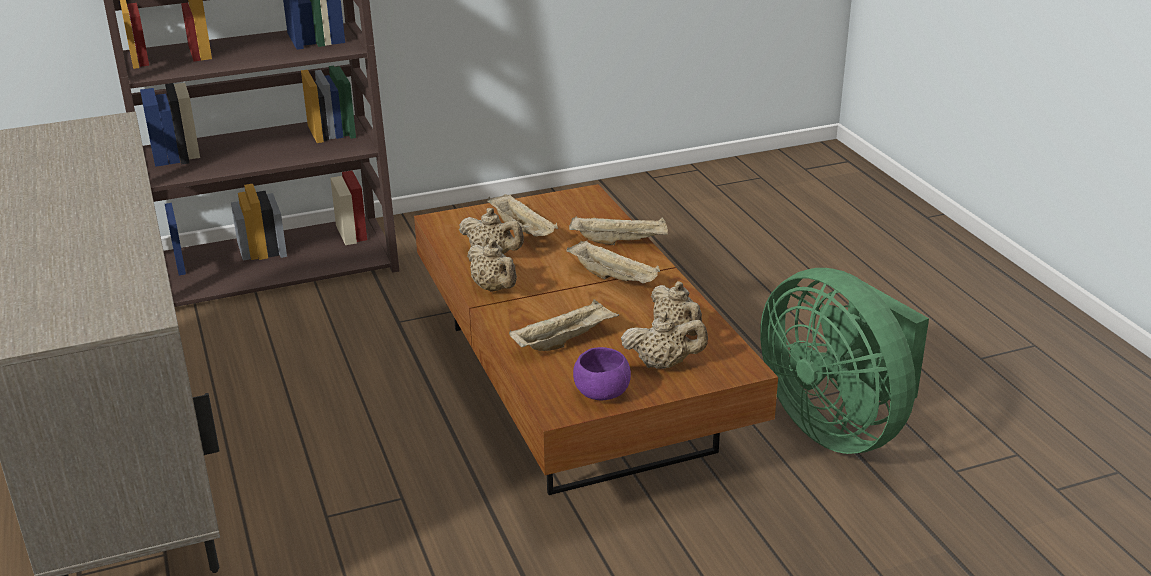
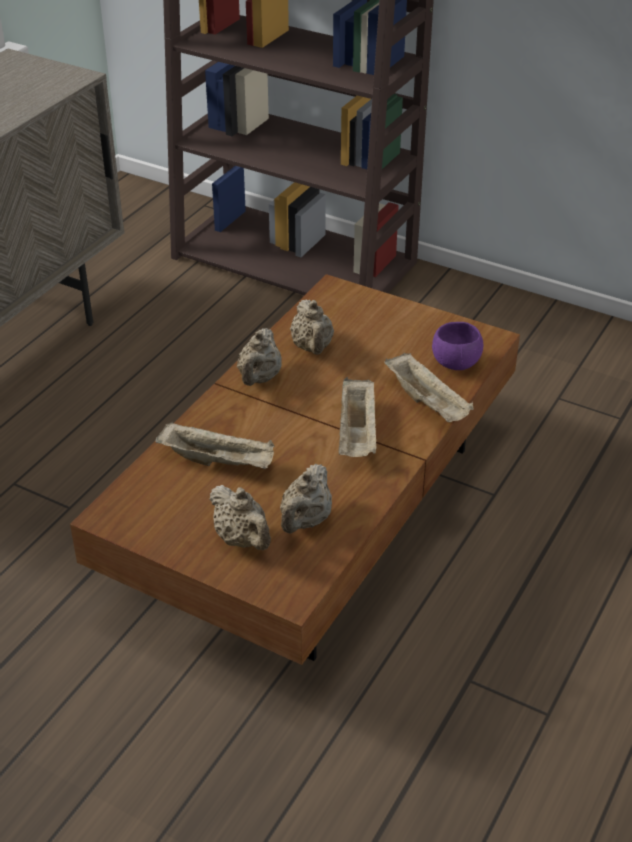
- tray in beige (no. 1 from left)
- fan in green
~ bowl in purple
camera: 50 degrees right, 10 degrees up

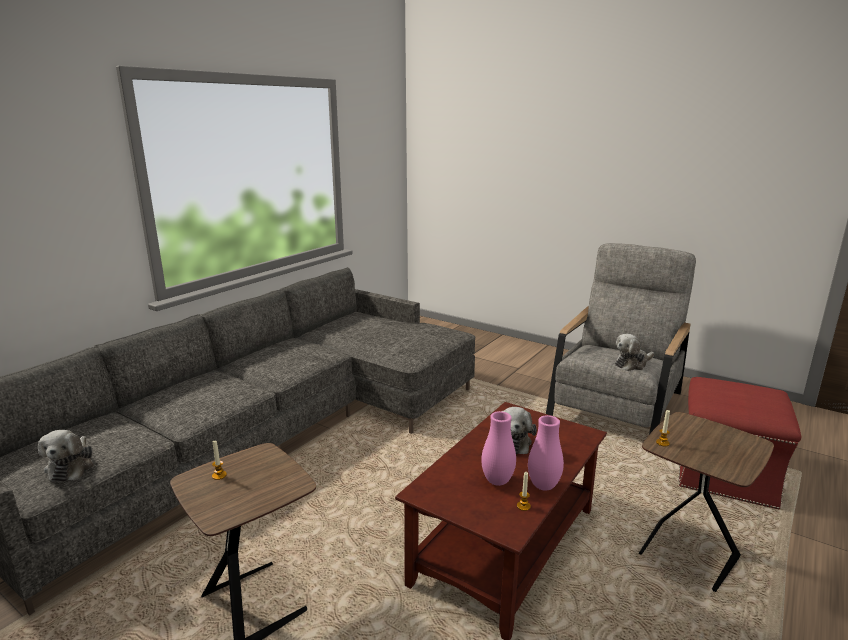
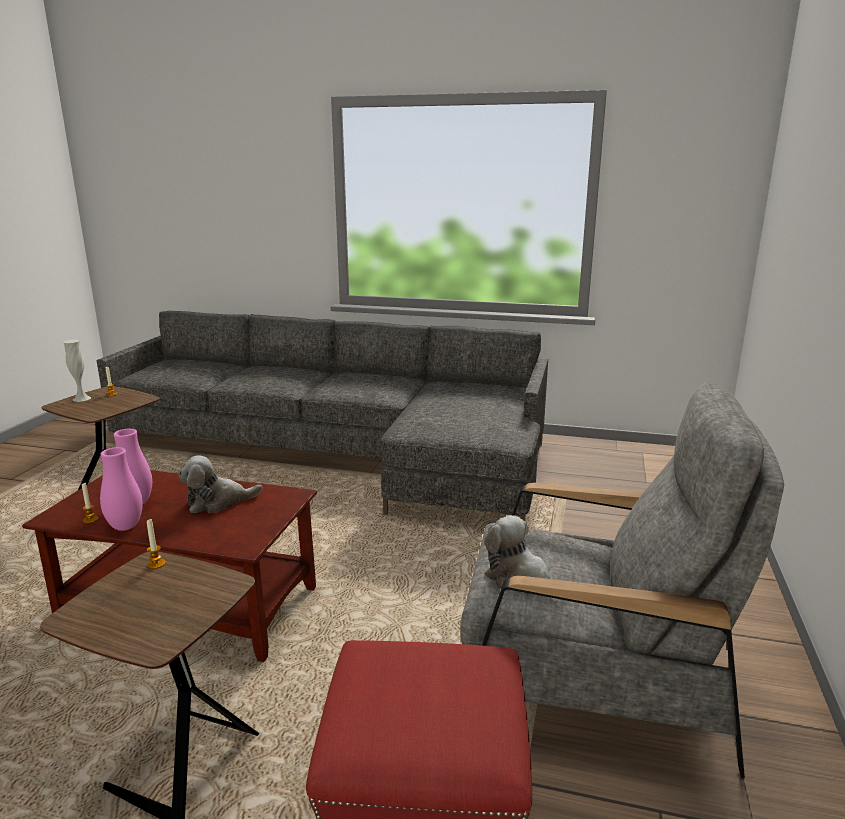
- plush toy (no. 1 from left)
+ vase in white
camera: 70 degrees right, 0 degrees up

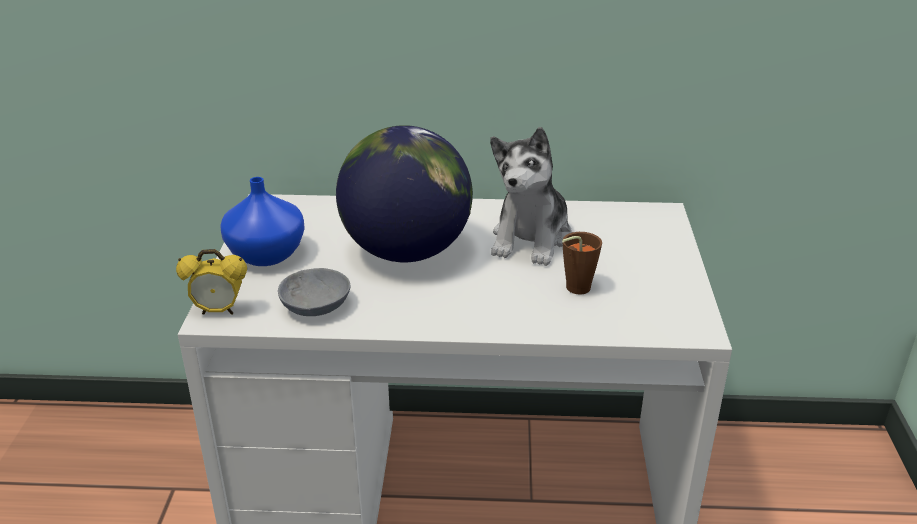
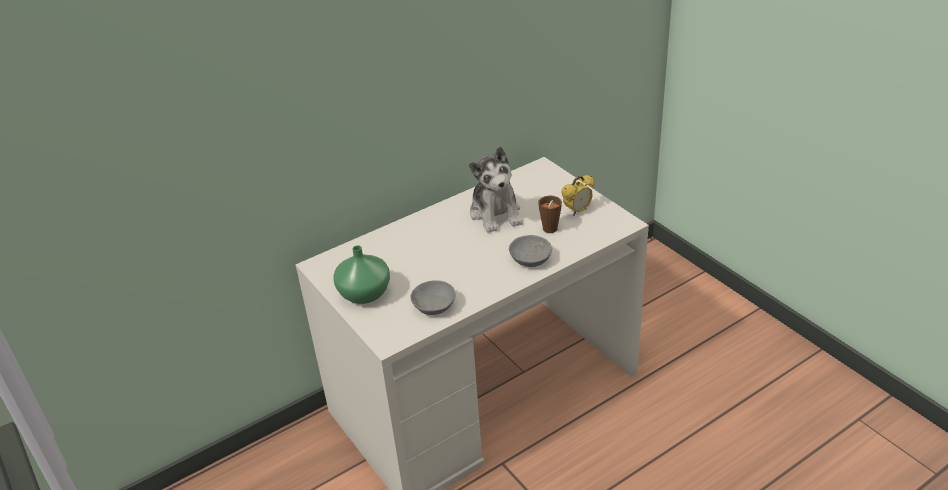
- globe
~ vase in blue to vase in green
~ alarm clock
+ bowl in grey (no. 2 from left)
camera: 35 degrees left, 5 degrees up

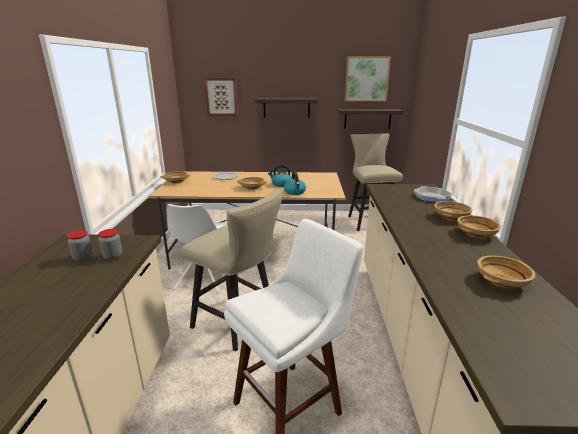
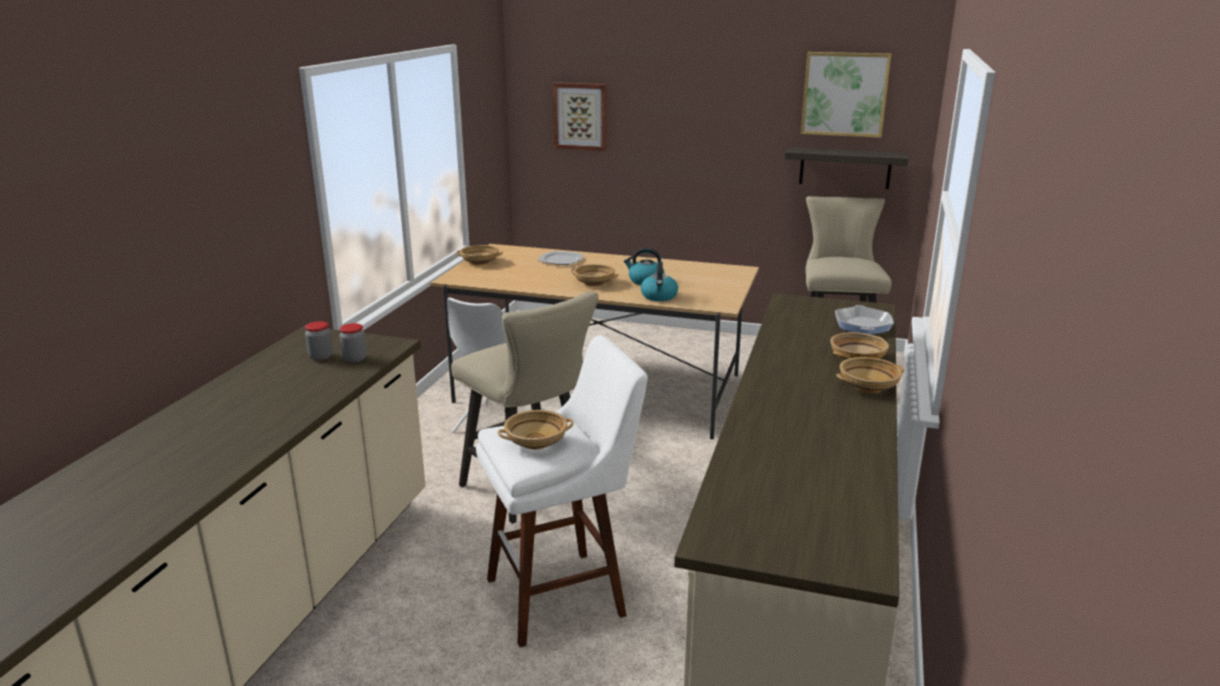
- shelf (no. 1 from left)
~ bowl in beige (no. 5 from left in the first image) to bowl in beige (no. 2 from left)
camera: 15 degrees right, 0 degrees up

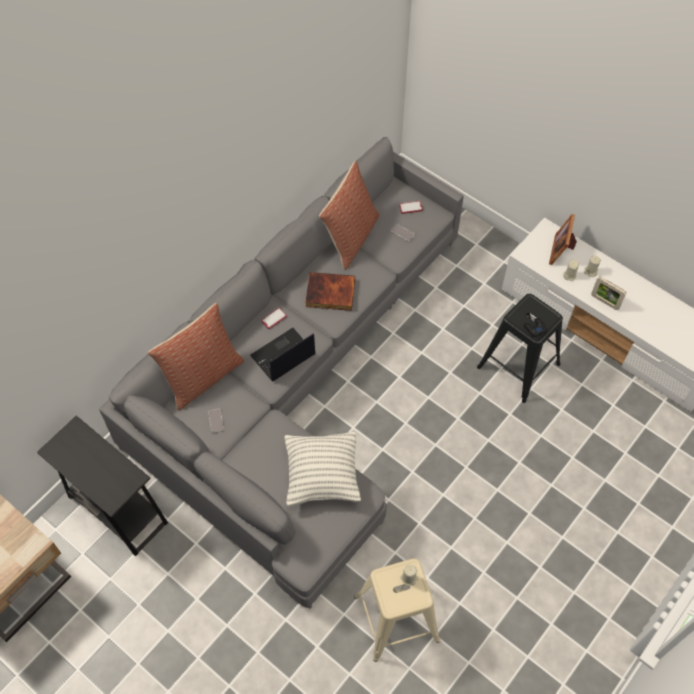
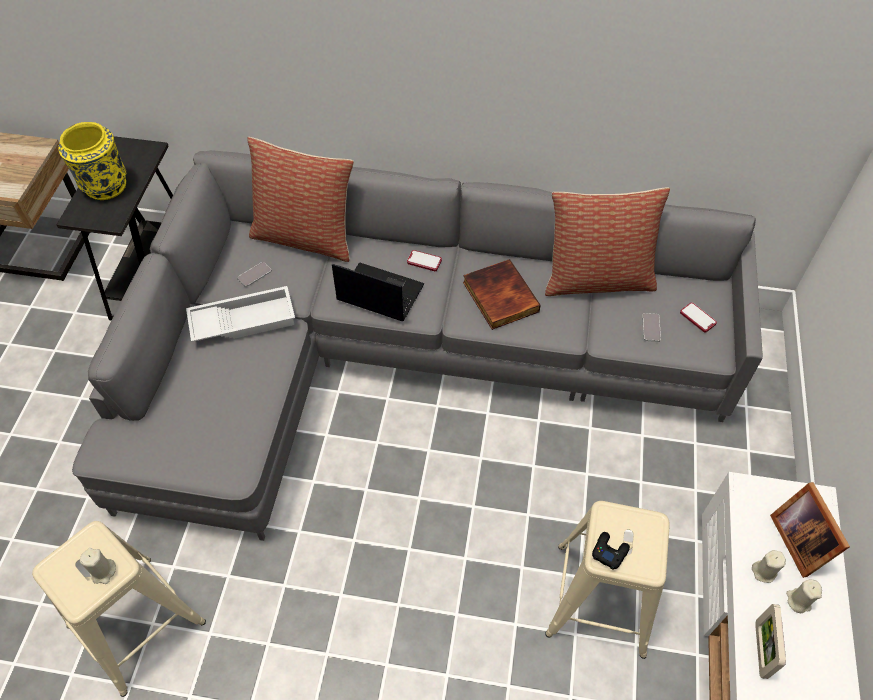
~ picture frame (no. 1 from left in the first image) 90 degrees counterclockwise
~ stool in black to stool in beige (no. 2 from left)
- pillow (no. 2 from left)
+ vase in yellow
+ tray in white
camera: 60 degrees right, 5 degrees down

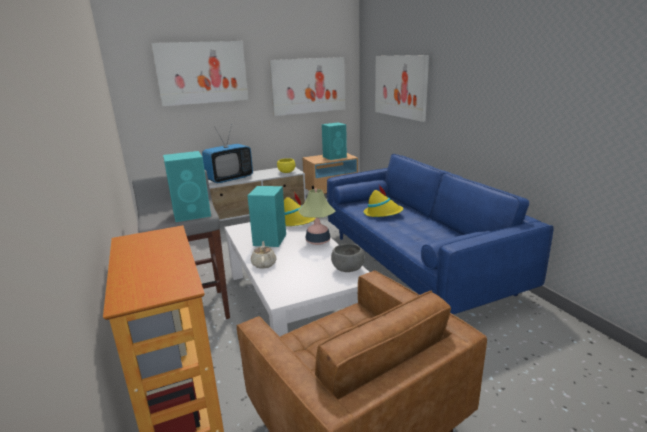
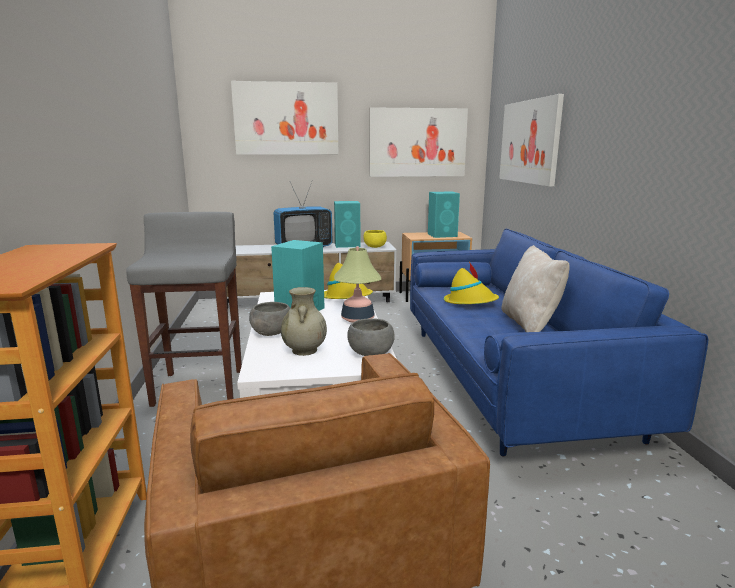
~ speaker in turquoise (no. 1 from left in the first image) to speaker in turquoise (no. 2 from left)
~ teapot in beige to bowl in grey (no. 1 from left)
+ pillow in beige
+ vase in beige
camera: 15 degrees right, 5 degrees down

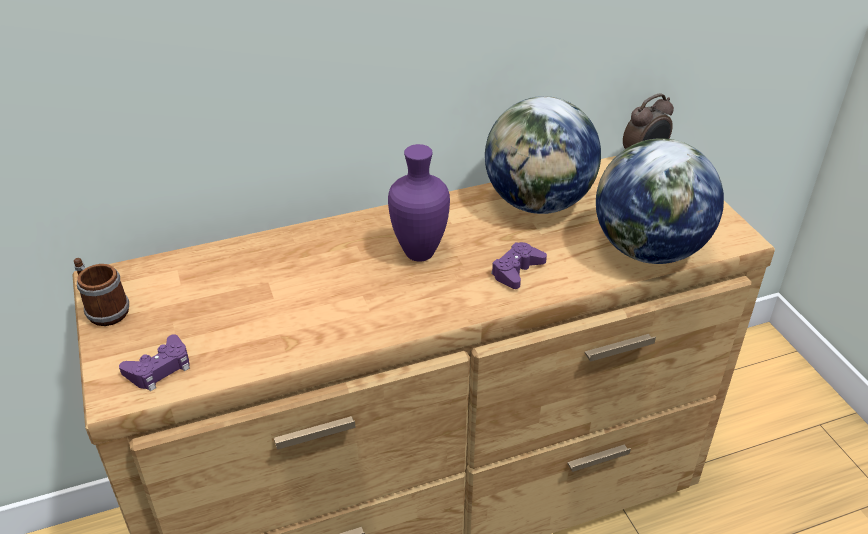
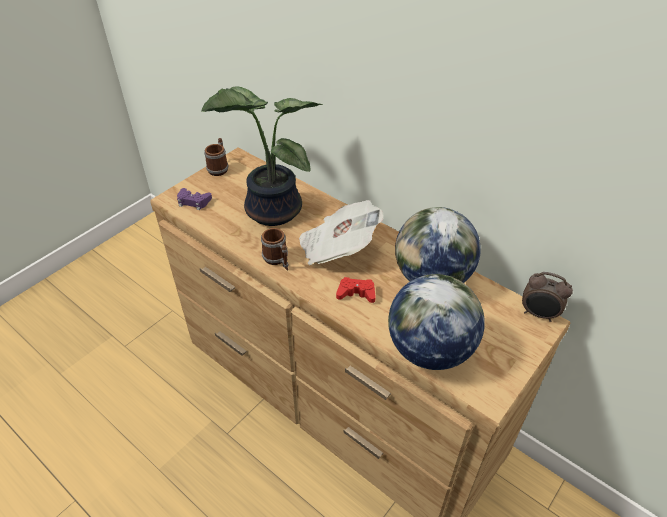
~ vase in purple to newspaper
~ game controller in purple (no. 2 from left) to game controller in red
+ potted plant
+ mug (no. 2 from left)
camera: 60 degrees right, 5 degrees up

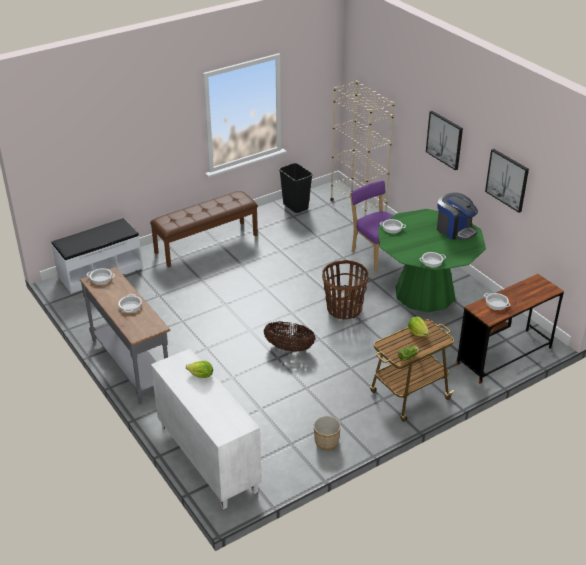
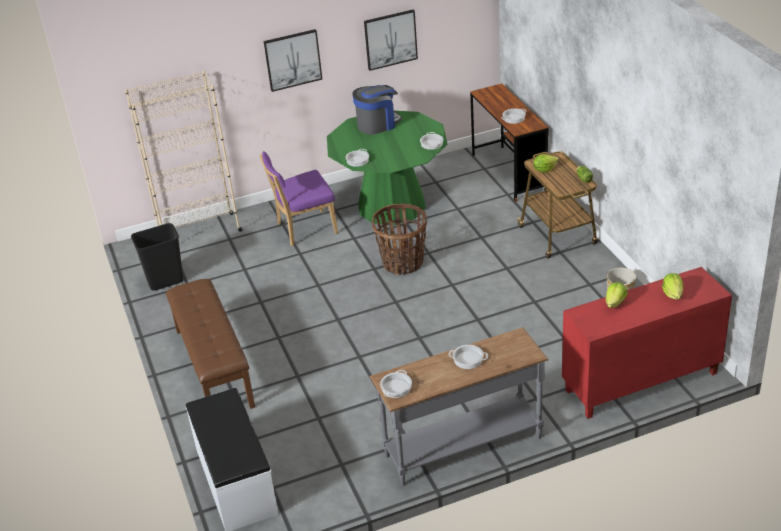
- basket (no. 1 from left)
~ cabinet in white to cabinet in red
+ lettuce (no. 4 from left)
camera: 75 degrees left, 0 degrees up

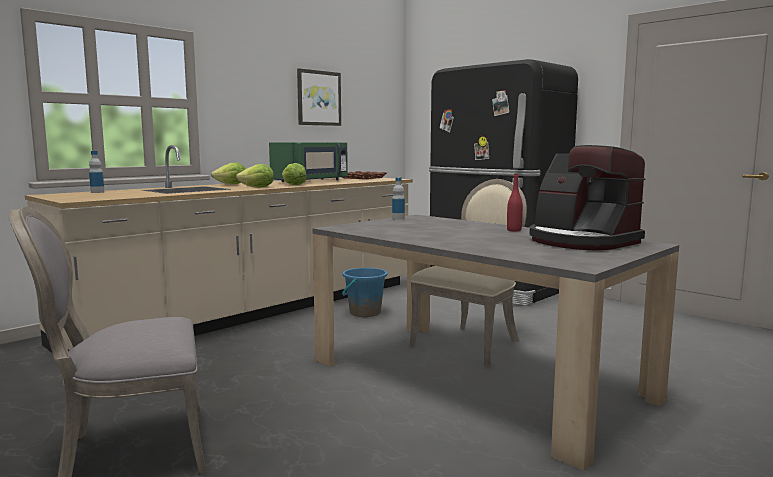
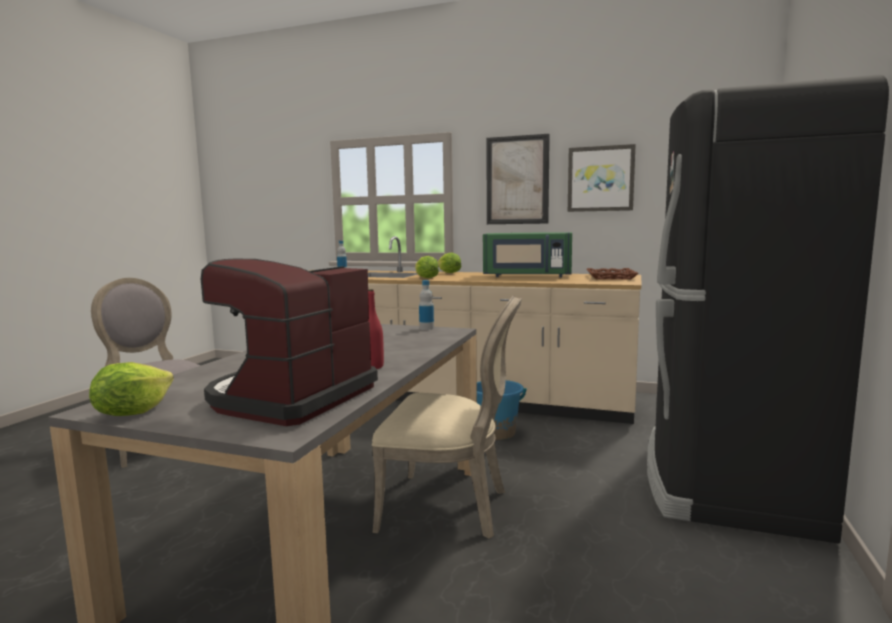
~ lettuce (no. 3 from left in the first image) to lettuce (no. 1 from left)
+ picture (no. 1 from left)
camera: 65 degrees right, 0 degrees up

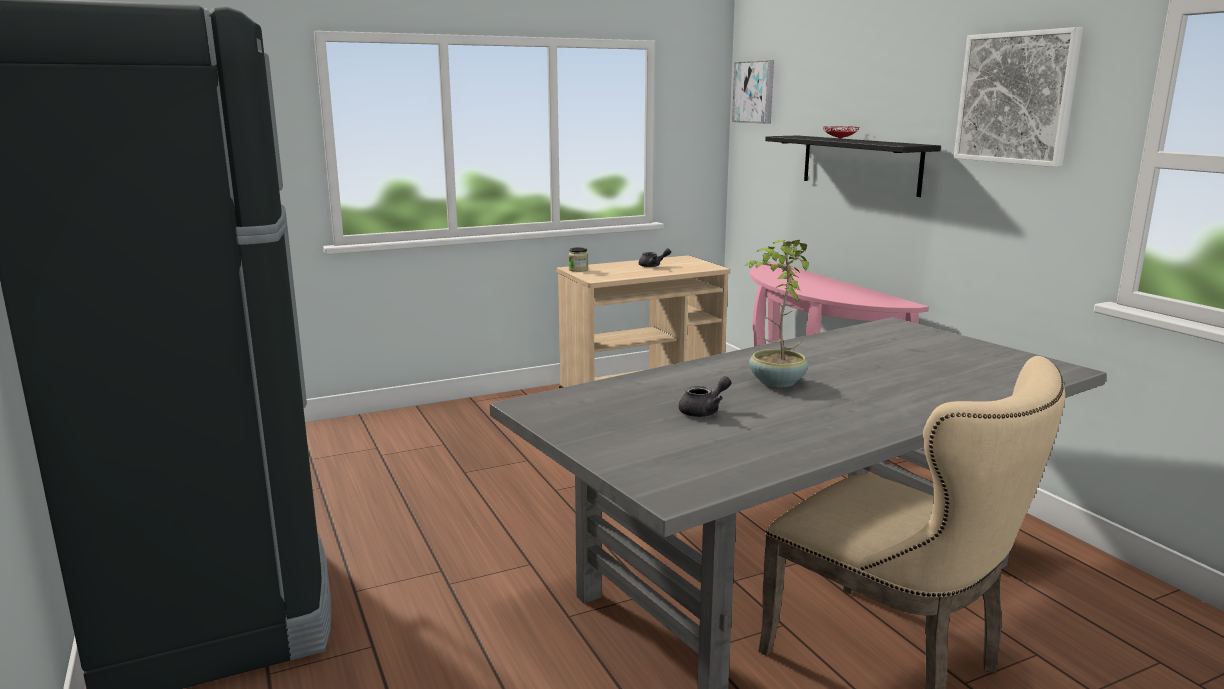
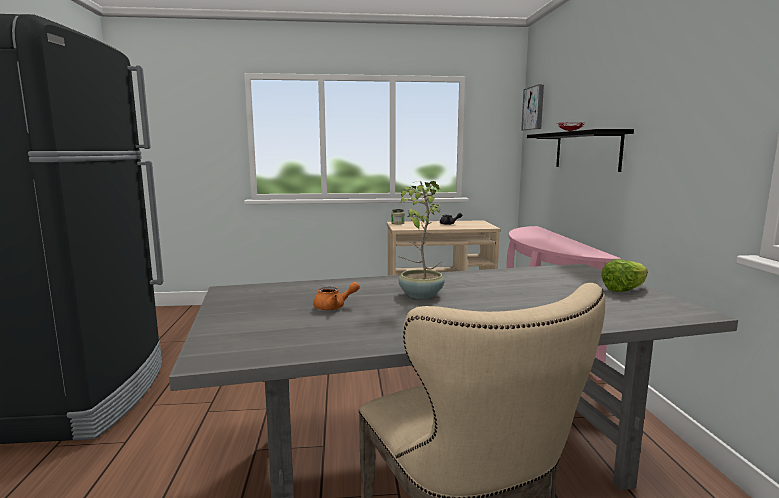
- picture (no. 2 from left)
~ teapot in grey (no. 2 from left) to teapot in orange
+ lettuce
camera: 20 degrees right, 5 degrees down

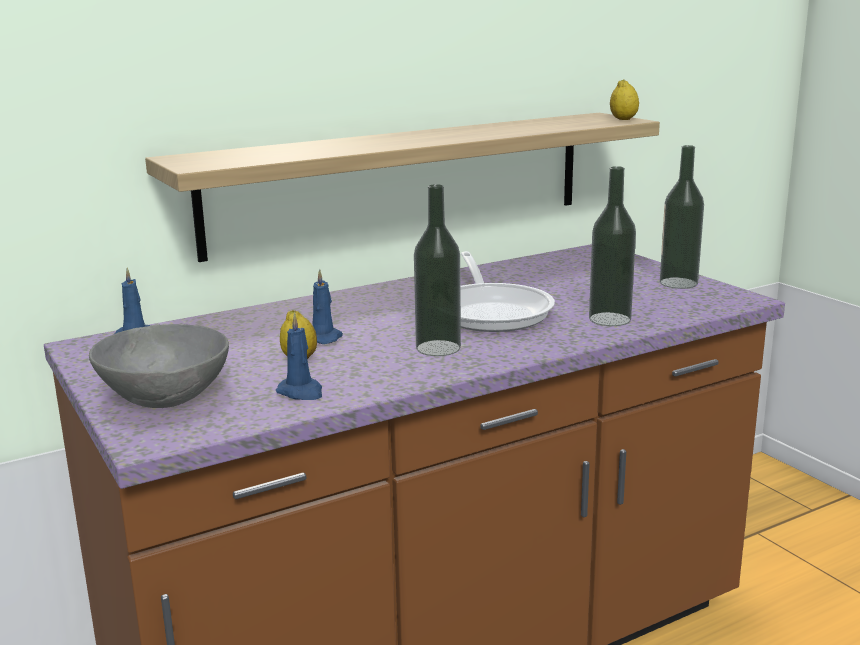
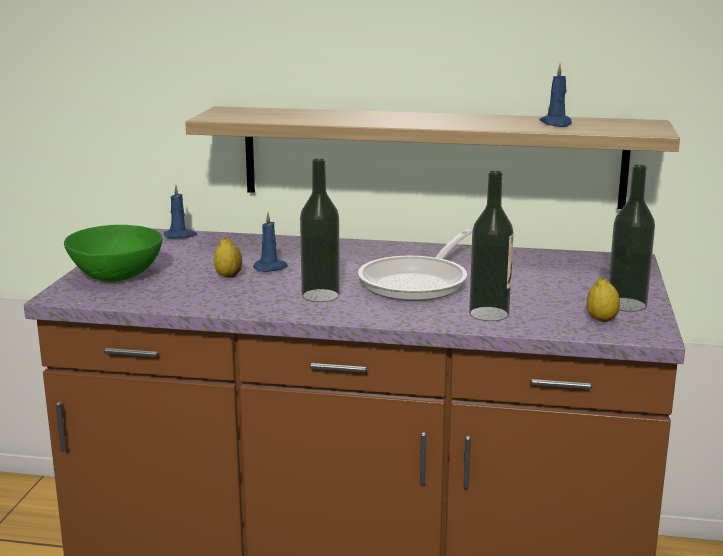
~ lemon (no. 2 from left)
~ candle in blue (no. 2 from left in the first image) to candle in blue (no. 3 from left)
~ bowl in grey to bowl in green
camera: 40 degrees right, 0 degrees up

